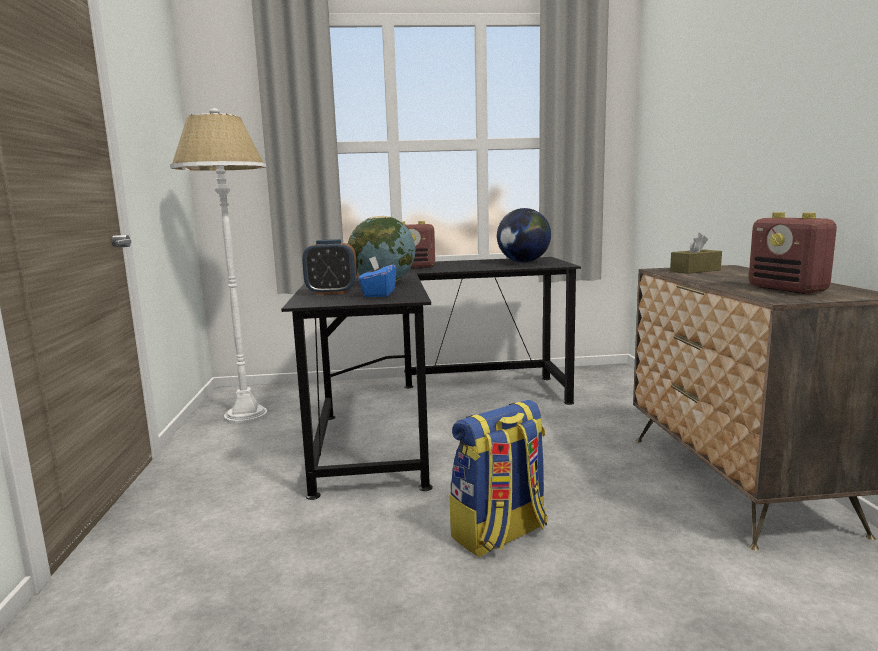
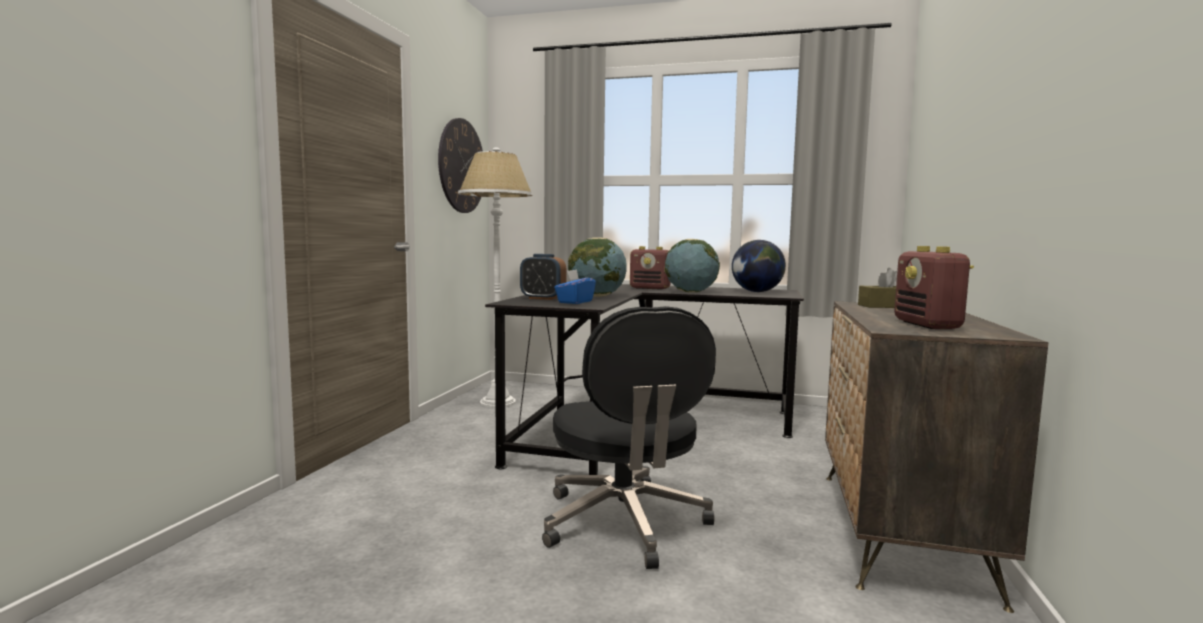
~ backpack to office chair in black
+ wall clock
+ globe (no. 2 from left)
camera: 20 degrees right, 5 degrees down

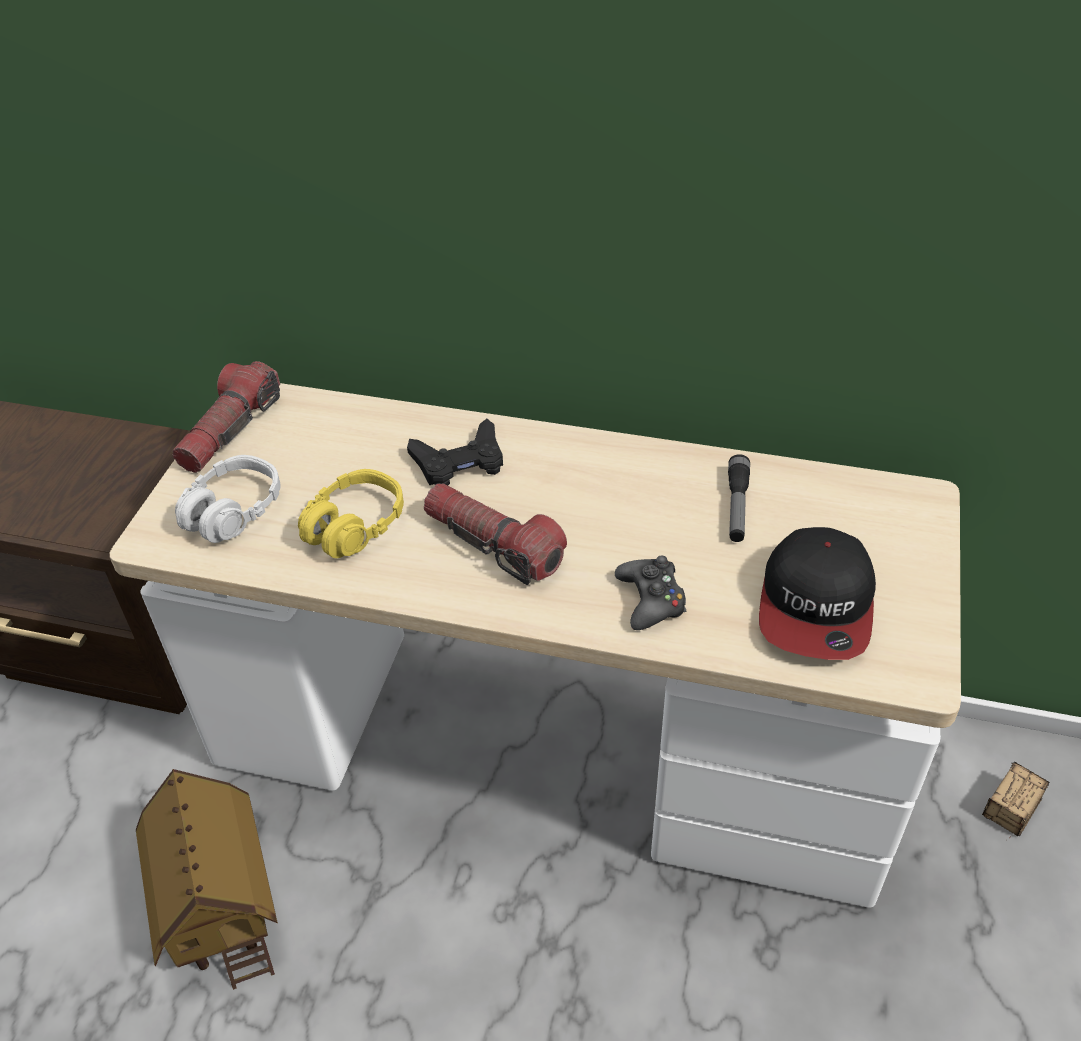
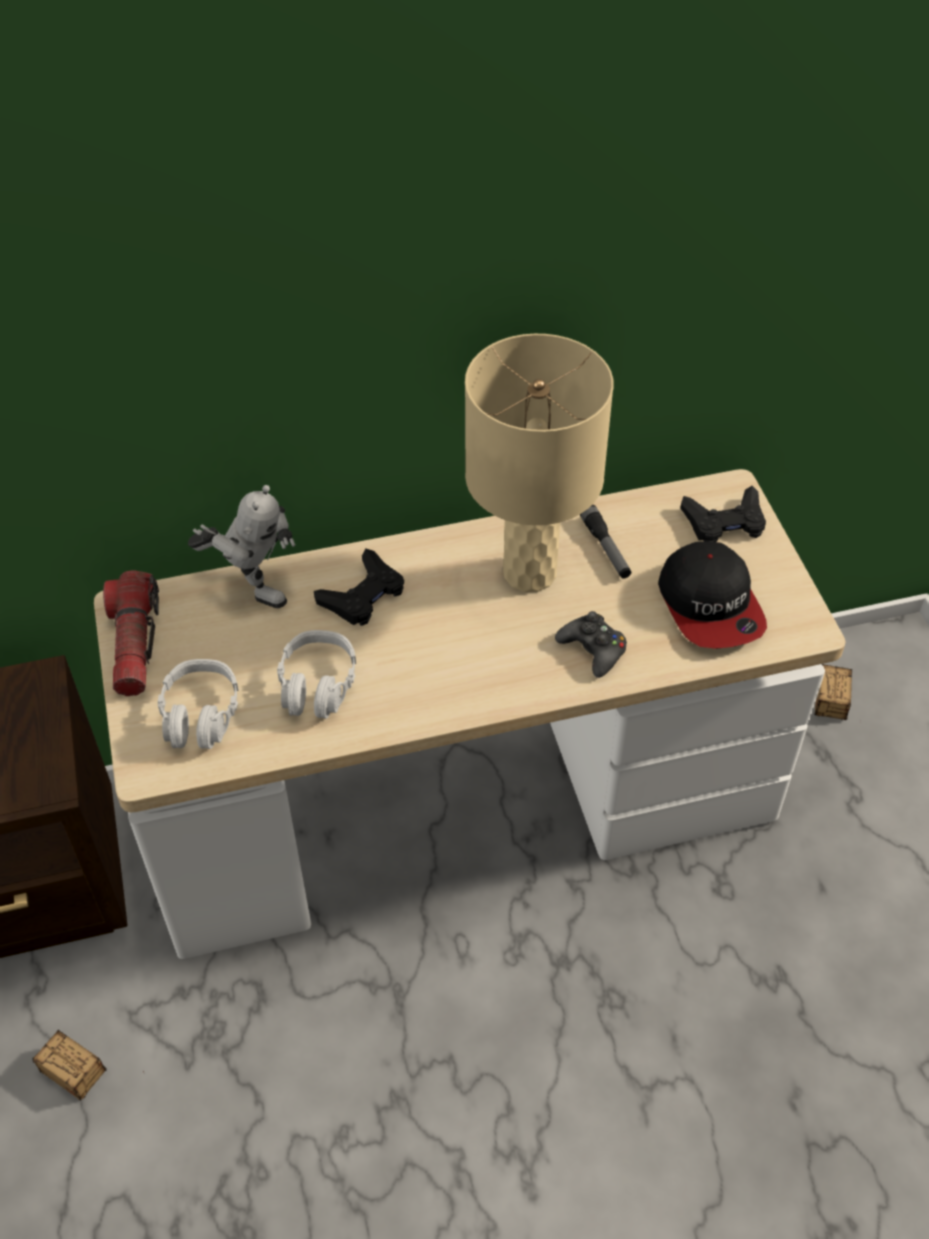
~ headphones in yellow to headphones in grey (no. 2 from left)
- flashlight (no. 2 from left)
- toy house
+ table lamp in beige
+ toy robot
+ game controller in black (no. 3 from left)
+ storage box (no. 1 from left)
camera: 30 degrees left, 5 degrees up

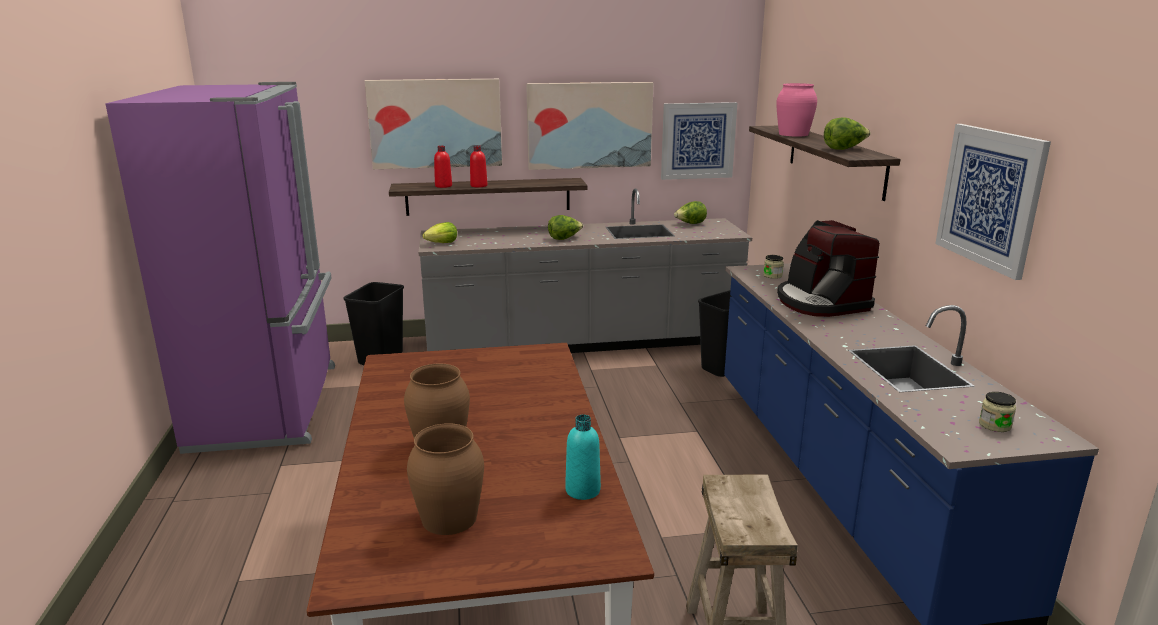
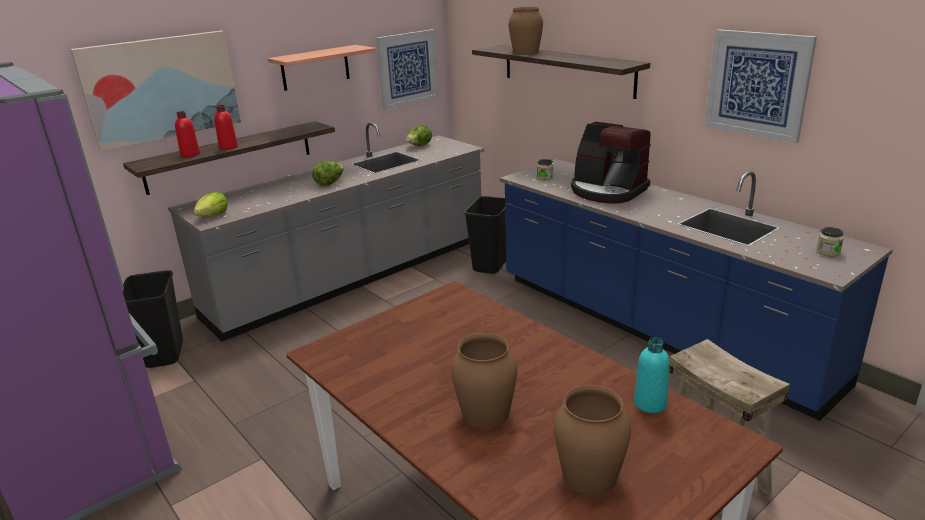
~ picture (no. 2 from left) to shelf (no. 2 from left)
~ vase in pink to vase in brown (no. 2 from left)
- lettuce (no. 4 from left)
camera: 30 degrees left, 5 degrees up

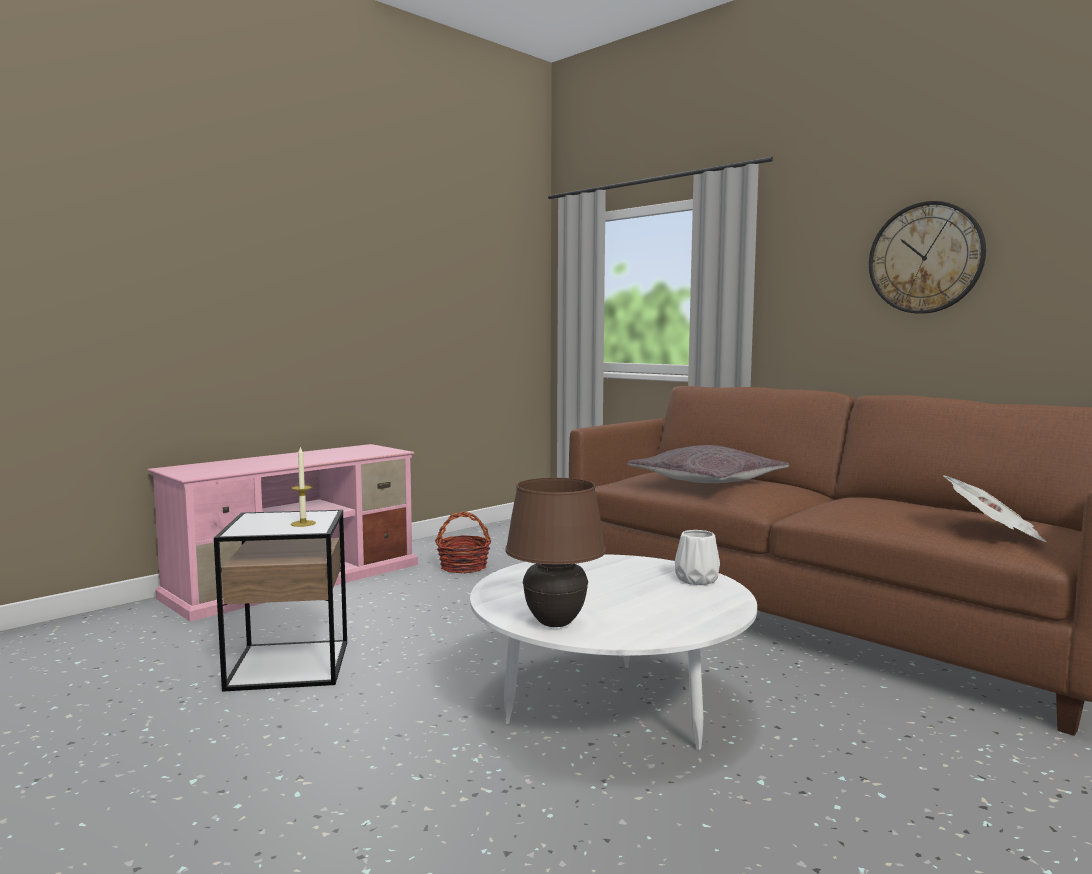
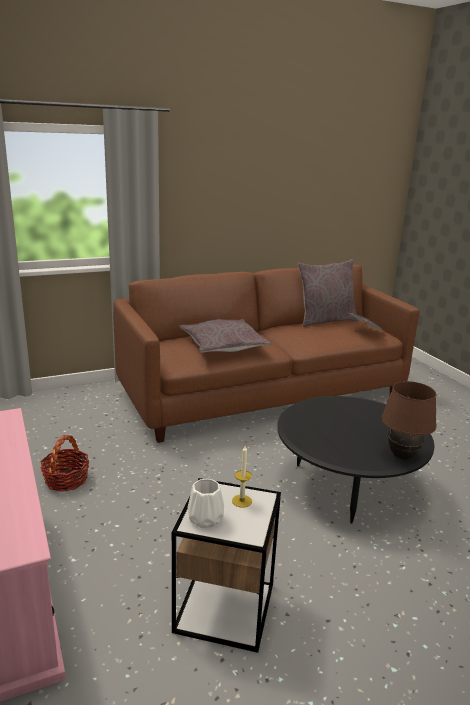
- wall clock
~ vase in white
~ coffee table in white to coffee table in black
+ pillow in grey (no. 2 from left)
camera: 70 degrees left, 15 degrees up

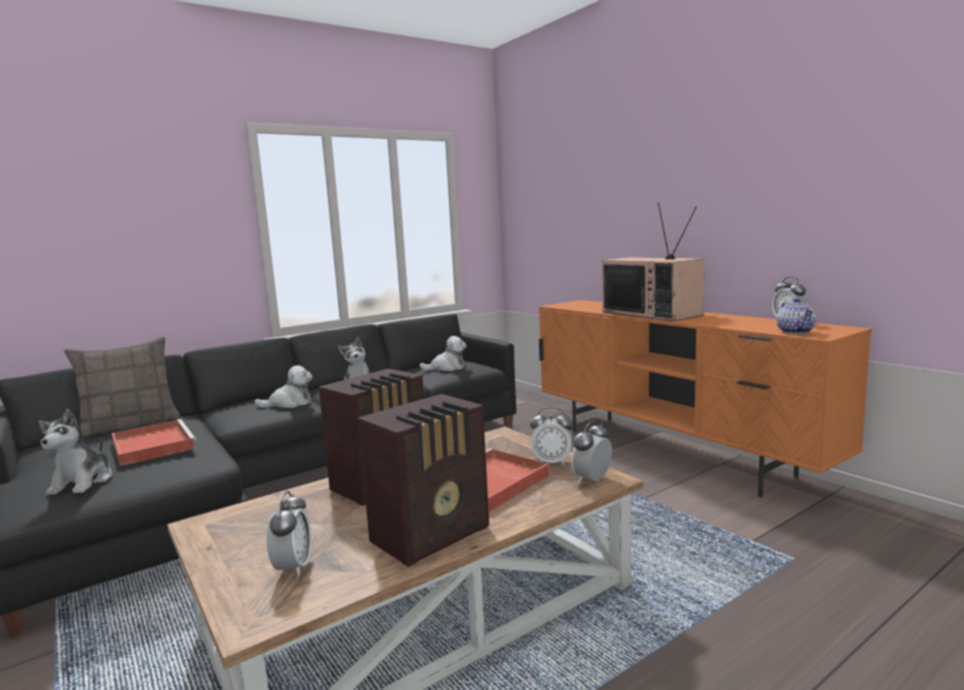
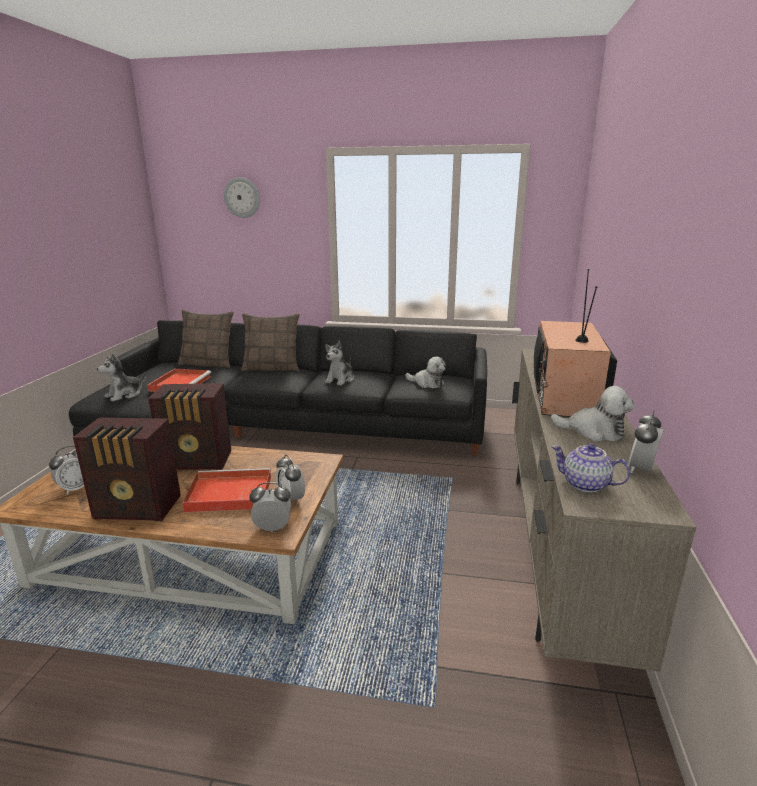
~ teapot 75 degrees clockwise
~ tv stand in orange to tv stand in beige
~ plush toy (no. 2 from left in the first image) to plush toy (no. 4 from left)
+ wall clock
+ pillow (no. 2 from left)
camera: 45 degrees right, 10 degrees up

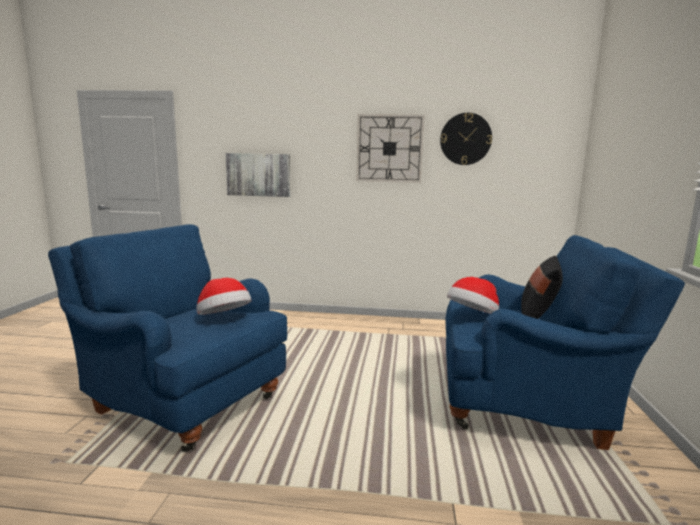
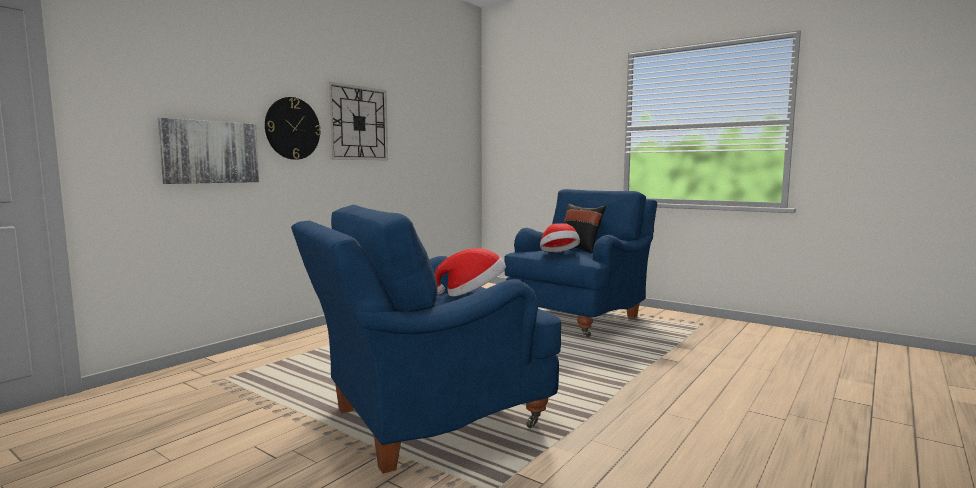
~ wall clock (no. 2 from left in the first image) to wall clock (no. 1 from left)
camera: 60 degrees left, 5 degrees down

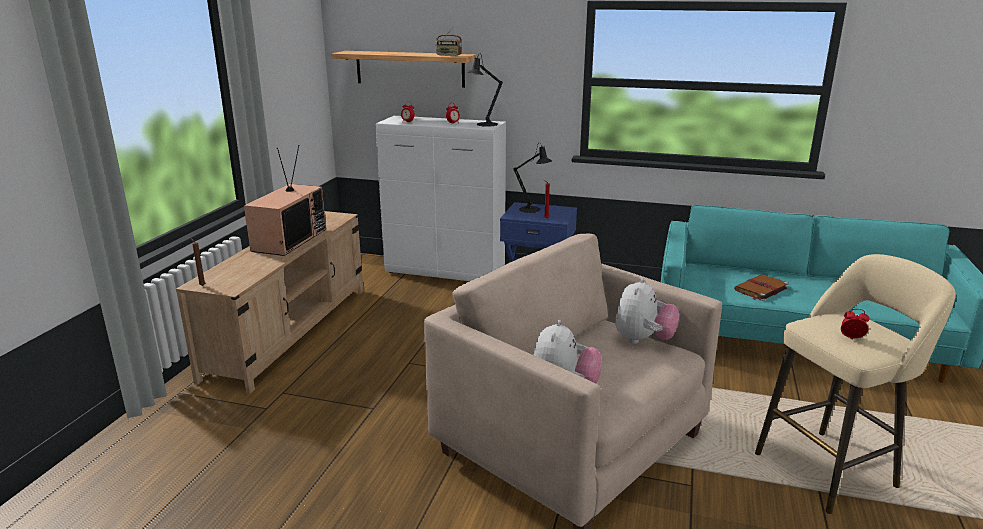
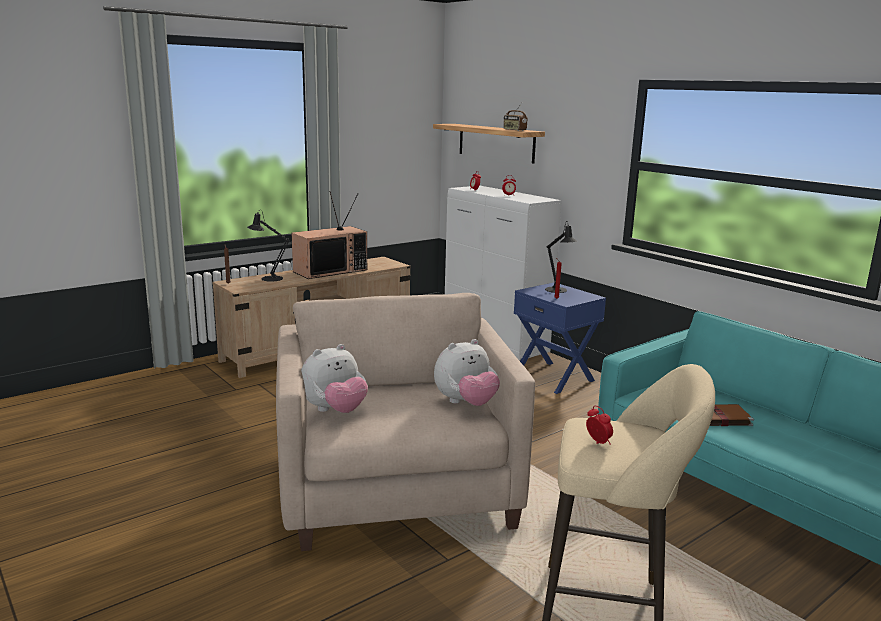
~ table lamp in black (no. 1 from left)
camera: 35 degrees right, 5 degrees down

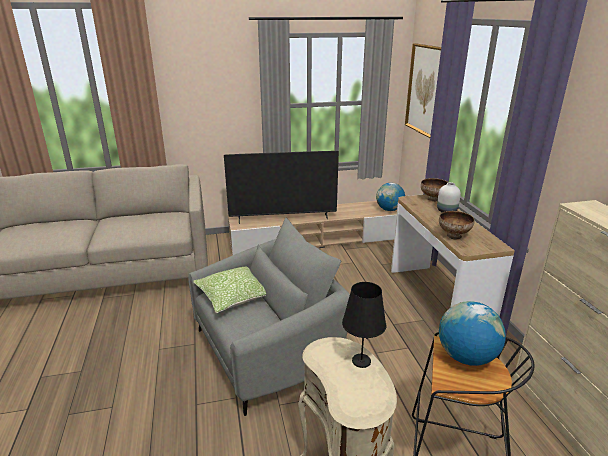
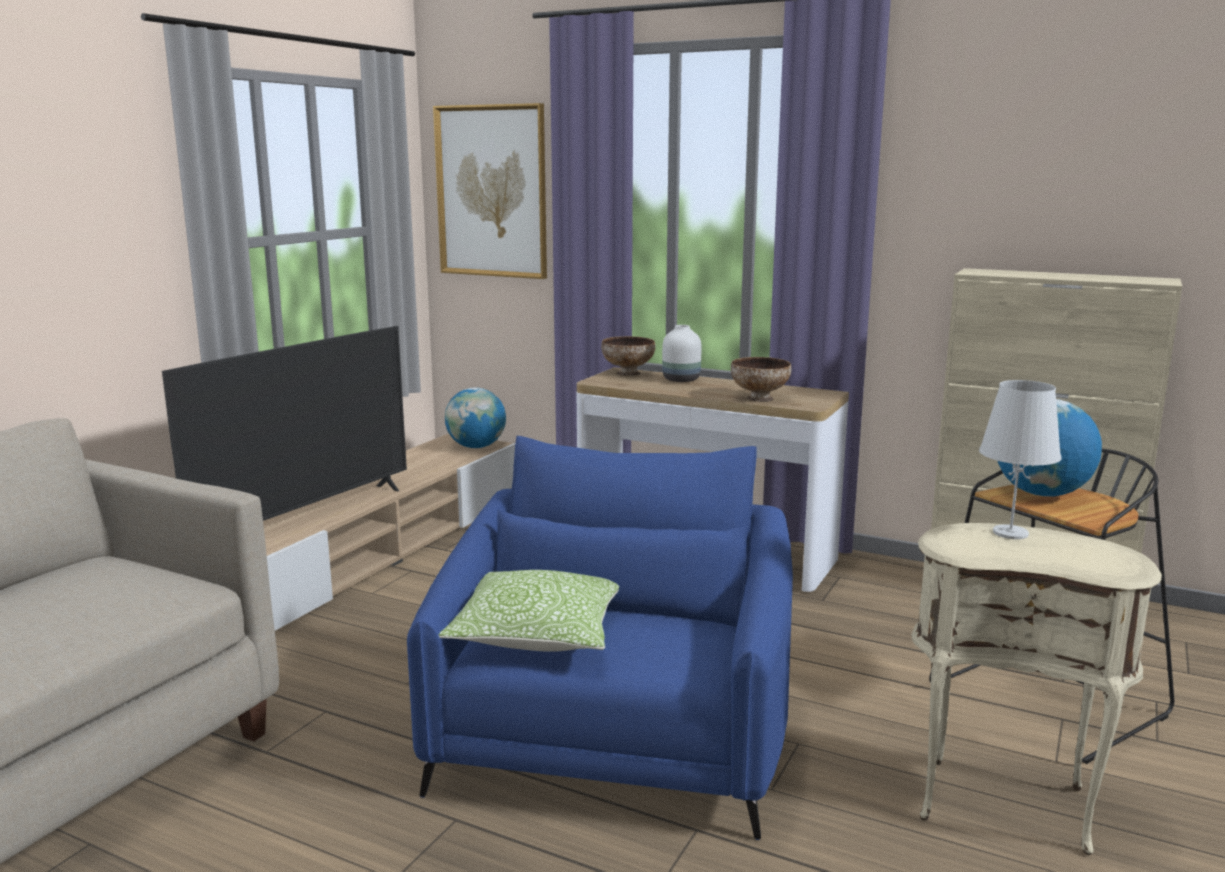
~ armchair in grey to armchair in blue
~ table lamp in black to table lamp in white
camera: 50 degrees left, 10 degrees down

